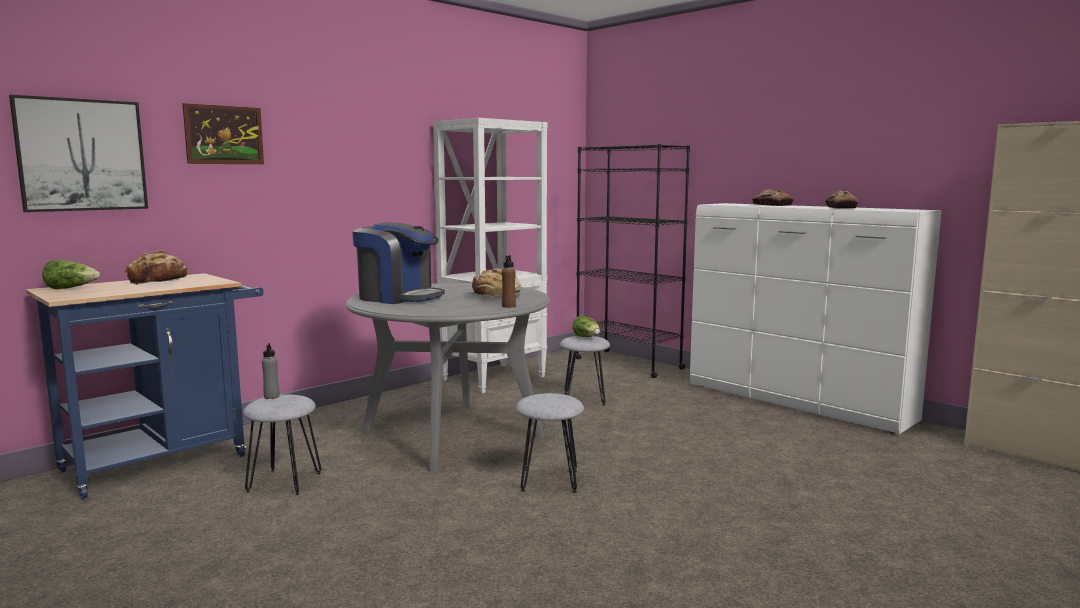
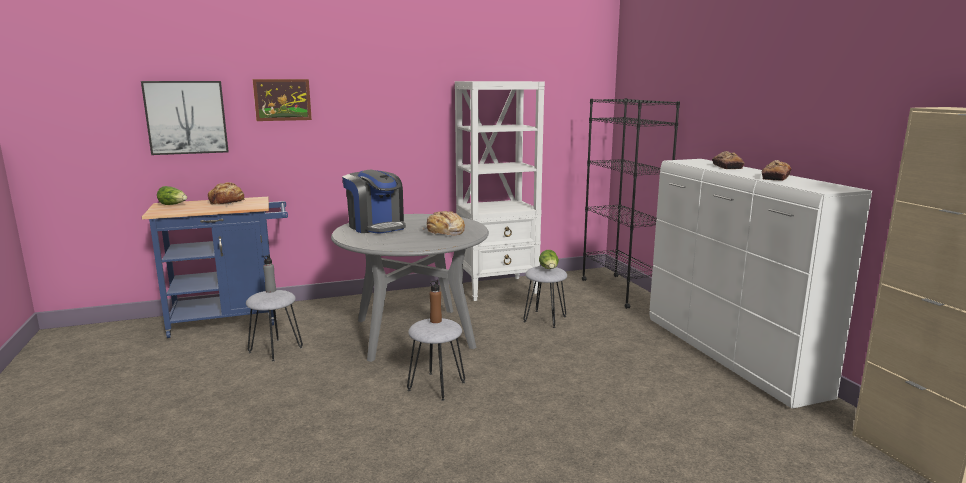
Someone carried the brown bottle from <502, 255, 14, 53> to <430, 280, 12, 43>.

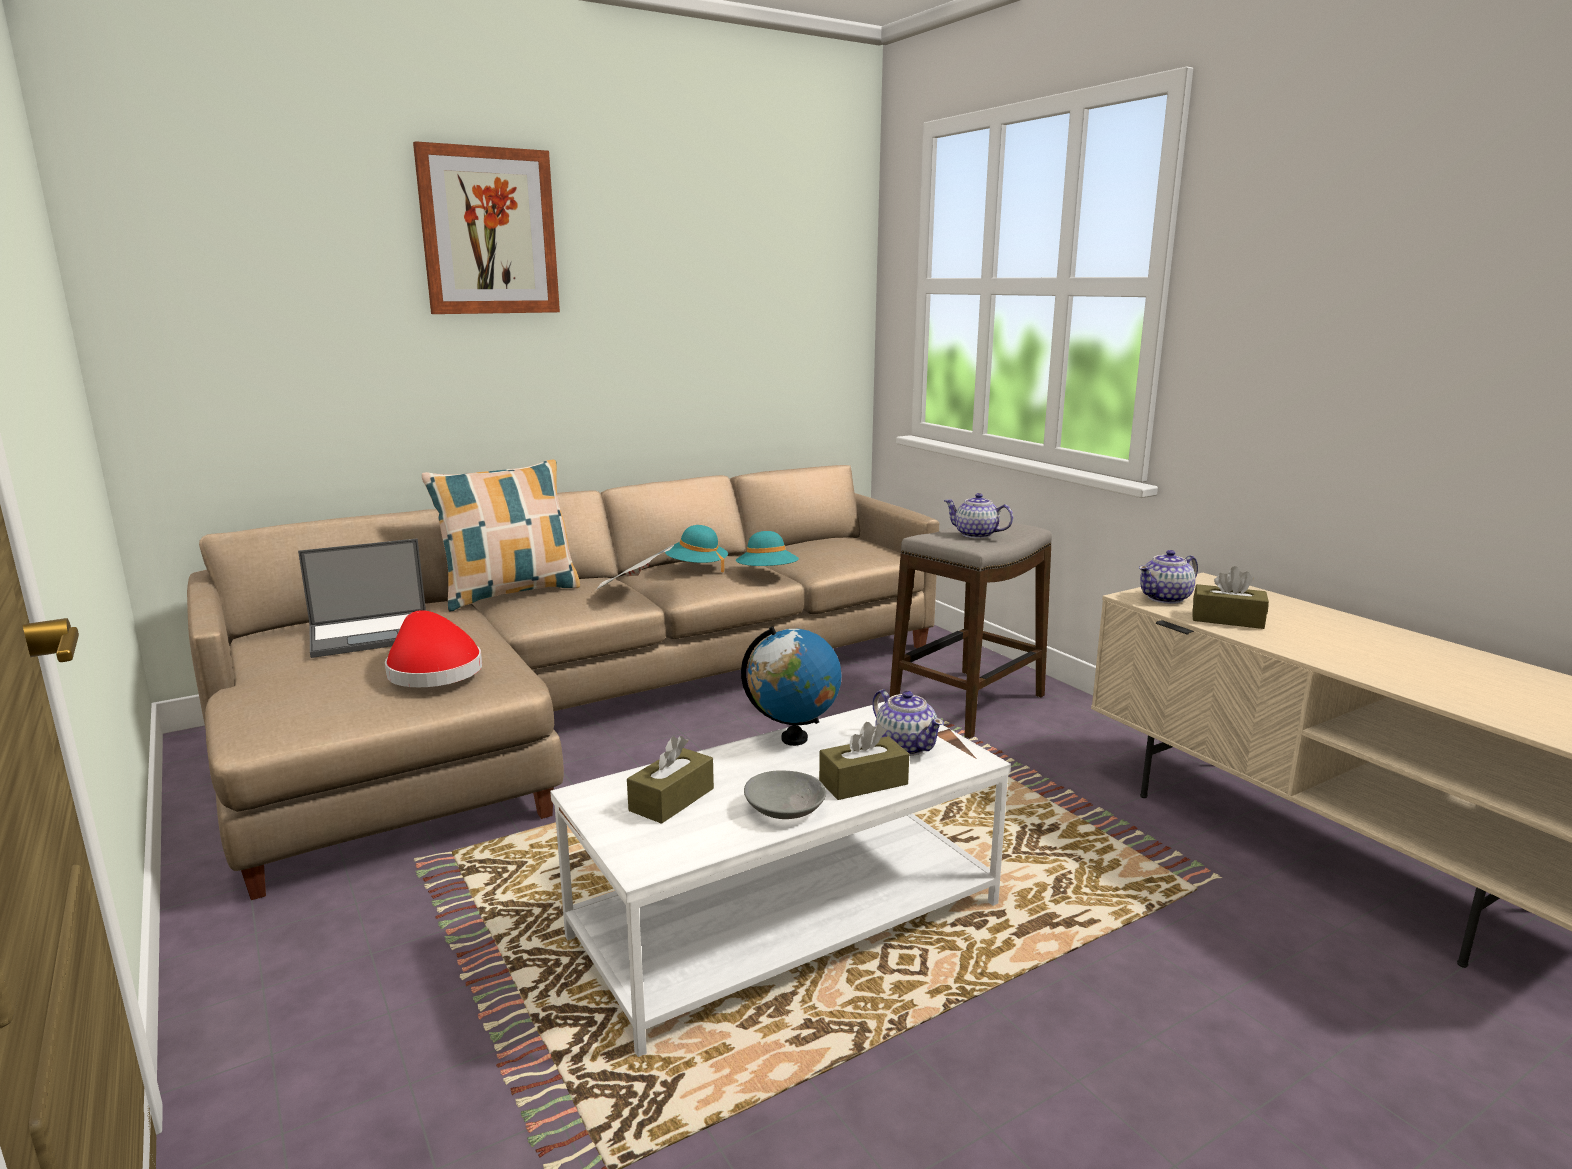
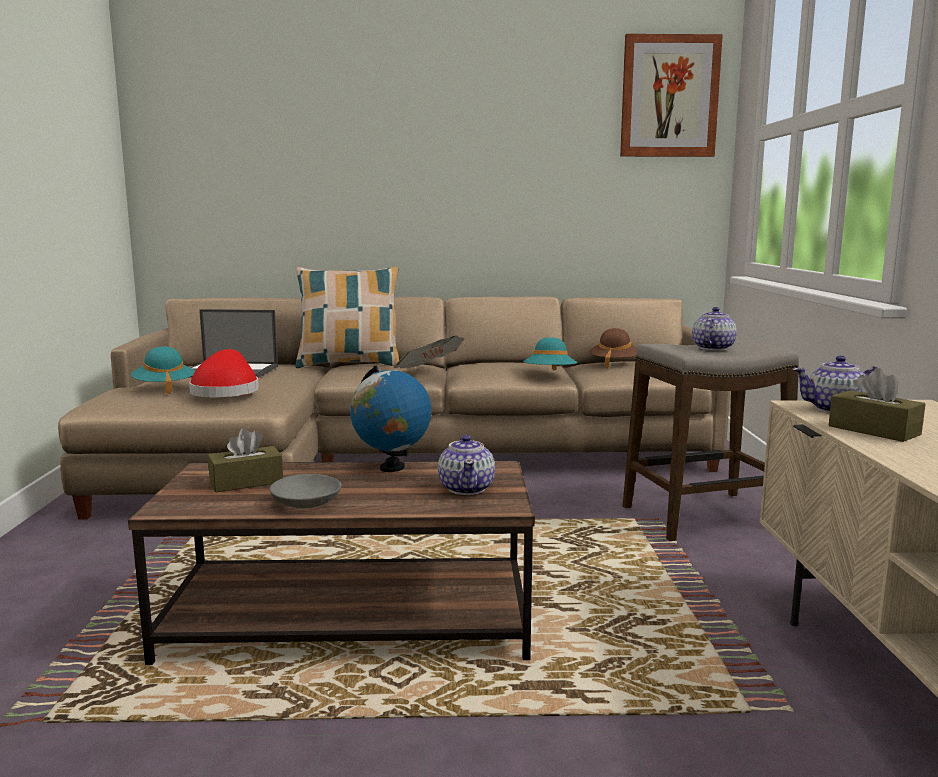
Someone repainted the white coffee table at <550, 702, 461, 355>, which became the brown coffee table at <128, 461, 407, 204>.
Someone carried the turquoise hat from <665, 525, 63, 47> to <131, 346, 64, 48>.
Someone put down the brown hat at <589, 328, 48, 41>.
Someone carried the picture from <413, 141, 147, 173> to <620, 34, 103, 123>.
Someone rotated the teapot at <944, 493, 69, 46> by 60 degrees clockwise.
Someone took away the brown tissue box at <819, 722, 90, 78>.

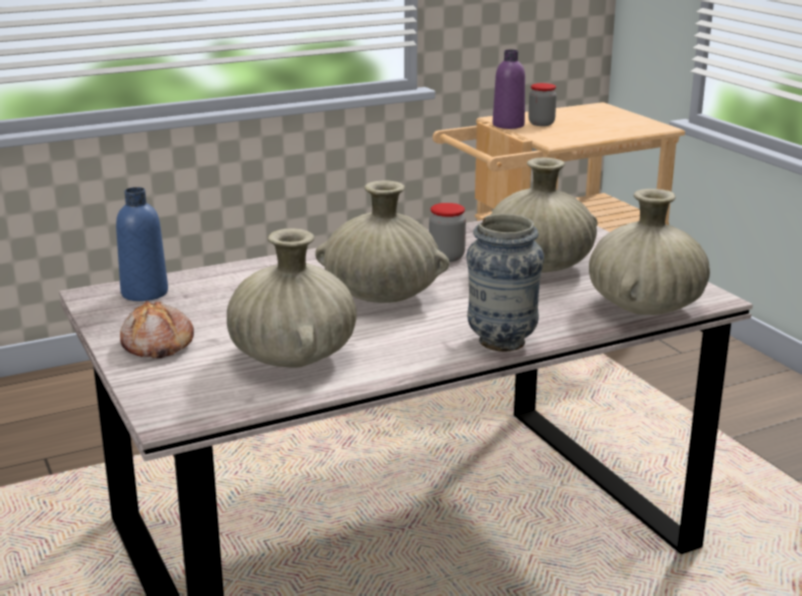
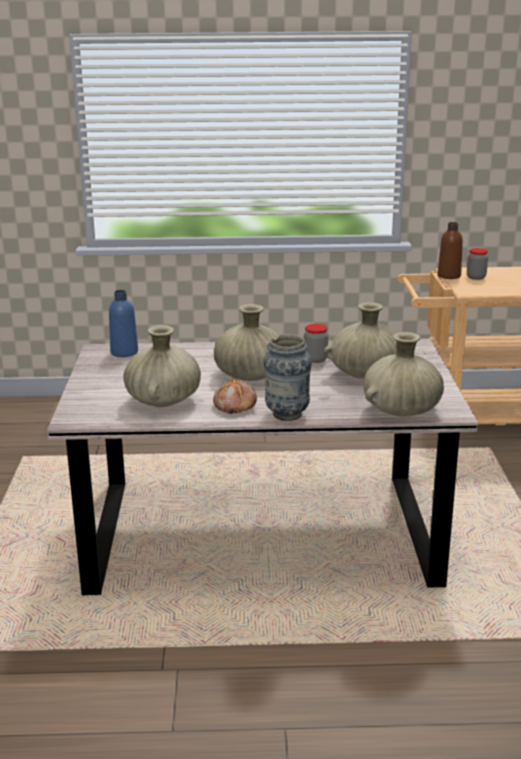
Someone carried the bread from <120, 300, 74, 58> to <213, 377, 44, 37>.
Someone repainted the purple bottle at <493, 49, 32, 80>, which became the brown bottle at <438, 222, 25, 57>.

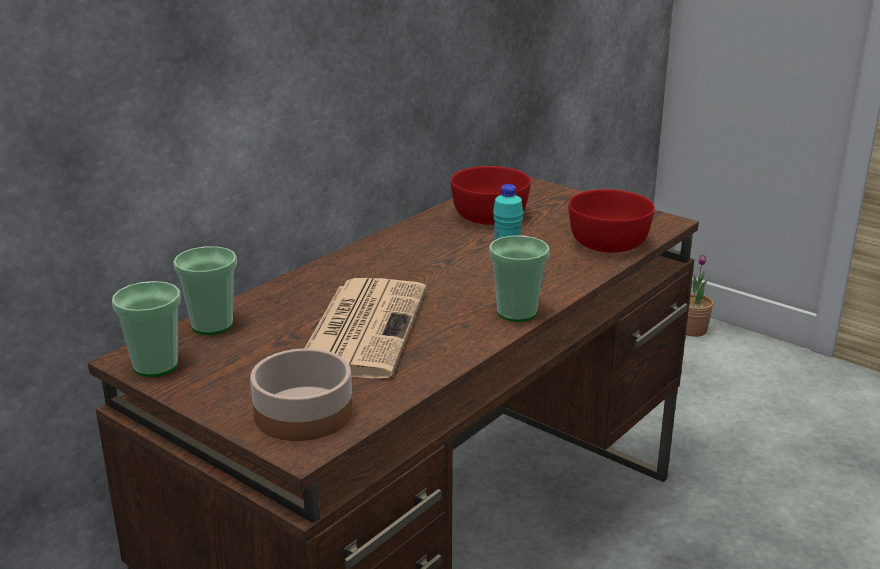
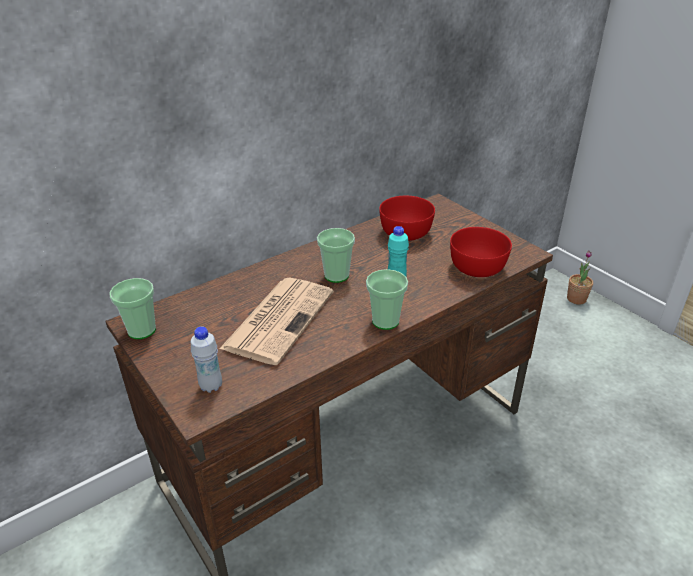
Someone swapped the bowl at <250, 348, 103, 93> for the white bottle at <191, 326, 31, 67>.
Someone carried the cup from <173, 246, 64, 89> to <317, 228, 38, 55>.

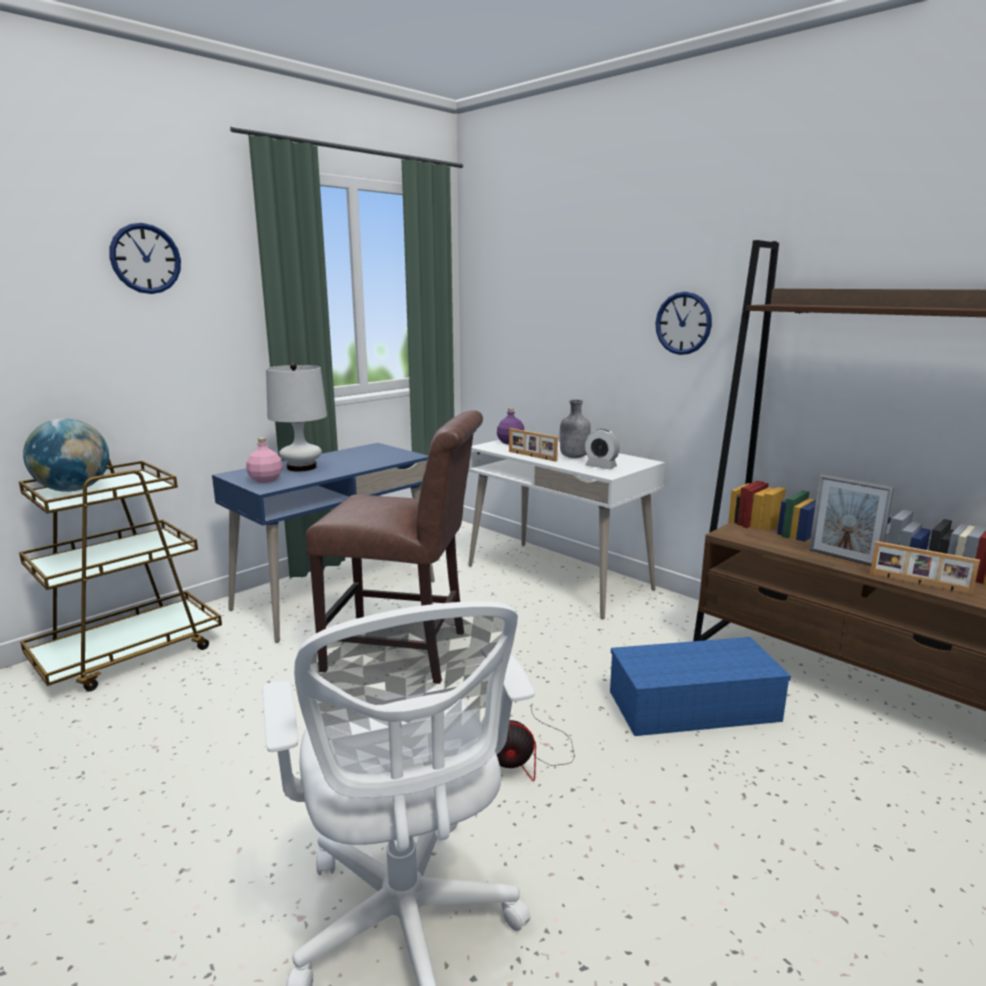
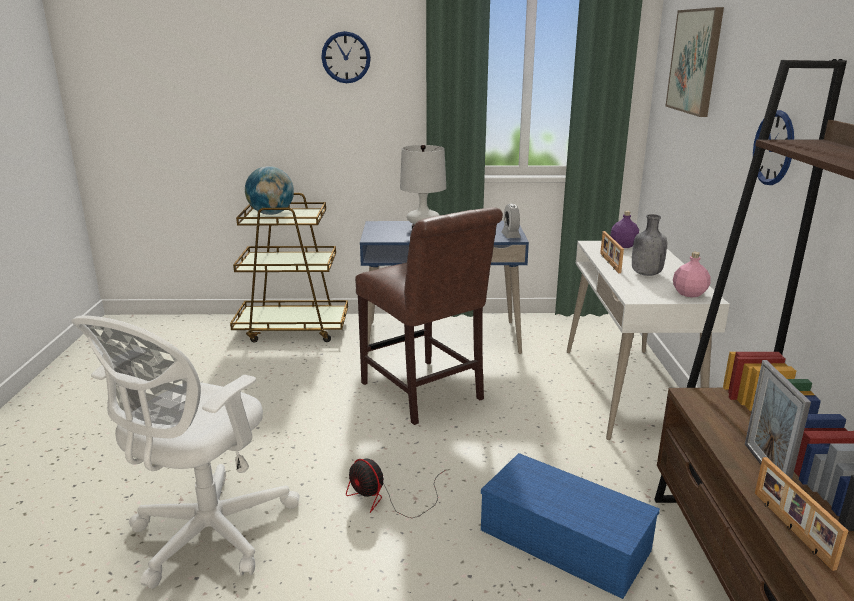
Someone carried the alarm clock from <585, 429, 35, 40> to <501, 204, 20, 34>.
Someone put up the picture at <665, 7, 59, 110>.
Someone carried the pink bottle from <246, 437, 37, 46> to <673, 252, 38, 45>.

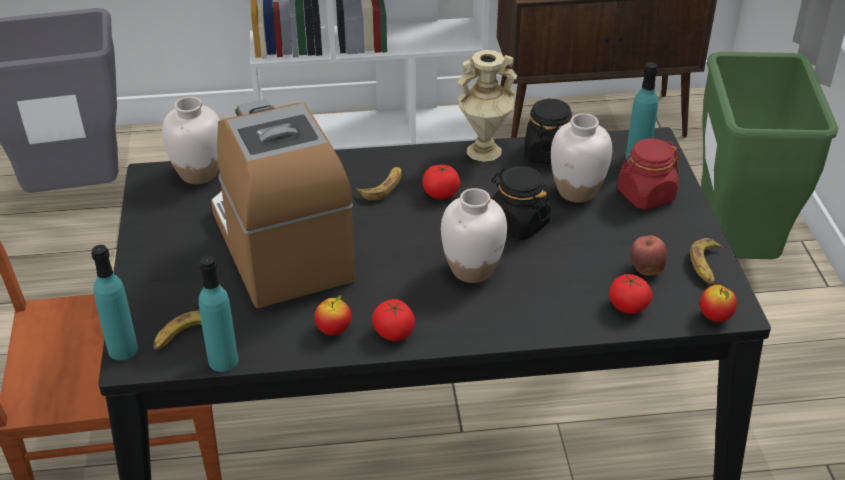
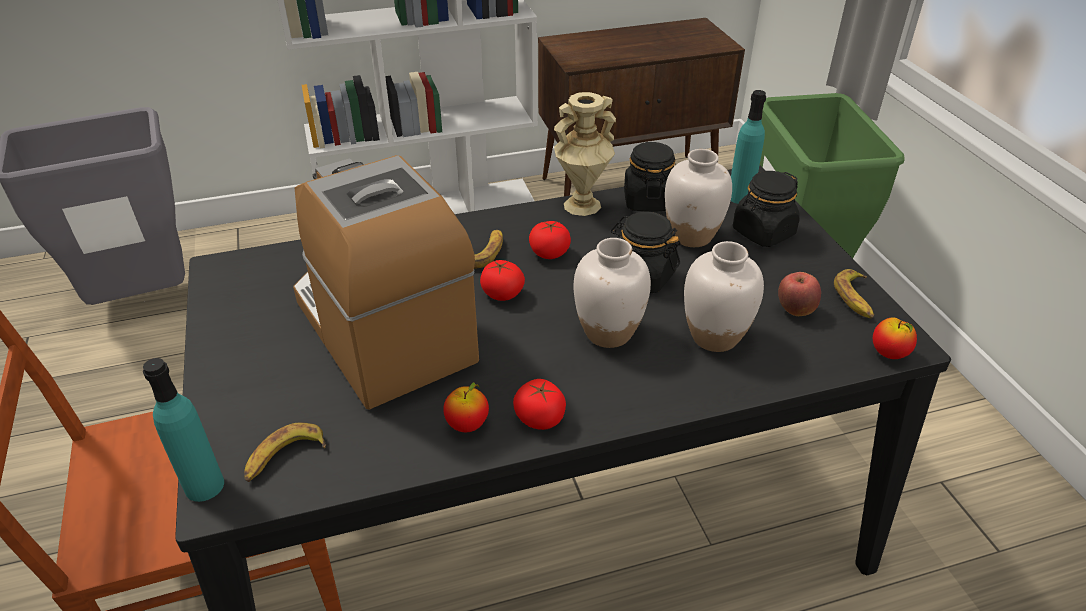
Someone carried the tomato from <609, 274, 44, 40> to <480, 260, 45, 41>.
Someone carried the white vase from <162, 97, 58, 87> to <684, 241, 80, 111>.
Someone repainted the red jar at <617, 138, 62, 72>, which became the black jar at <733, 171, 67, 76>.
Someone took away the turquoise bottle at <199, 255, 39, 117>.

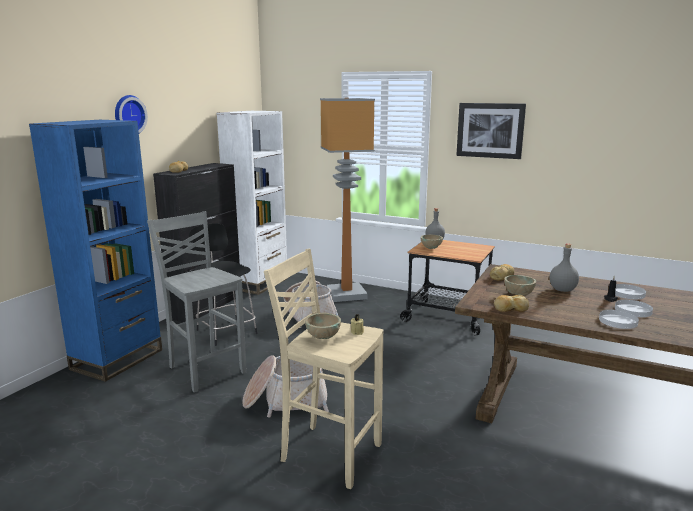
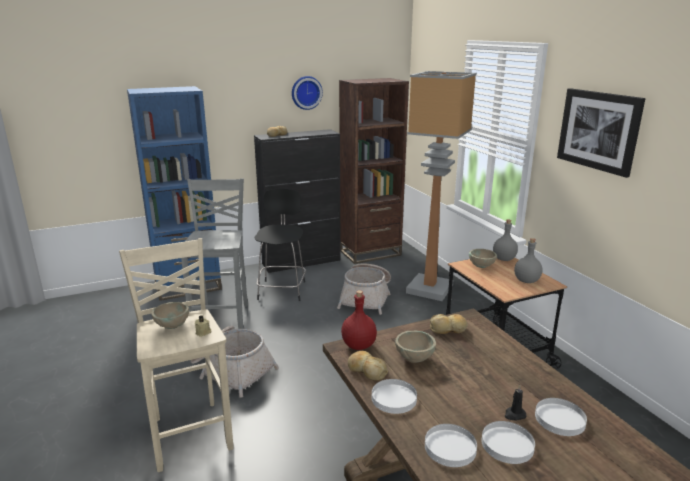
Someone carried the wall clock from <115, 95, 33, 38> to <292, 76, 31, 34>.
Someone repainted the white bookcase at <217, 111, 71, 184>, which became the brown bookcase at <339, 78, 70, 186>.
Someone put down the red bottle at <341, 290, 36, 60>.
Someone put down the white plate at <372, 379, 45, 35>.
Someone carried the grey bottle from <550, 243, 29, 49> to <514, 238, 29, 45>.

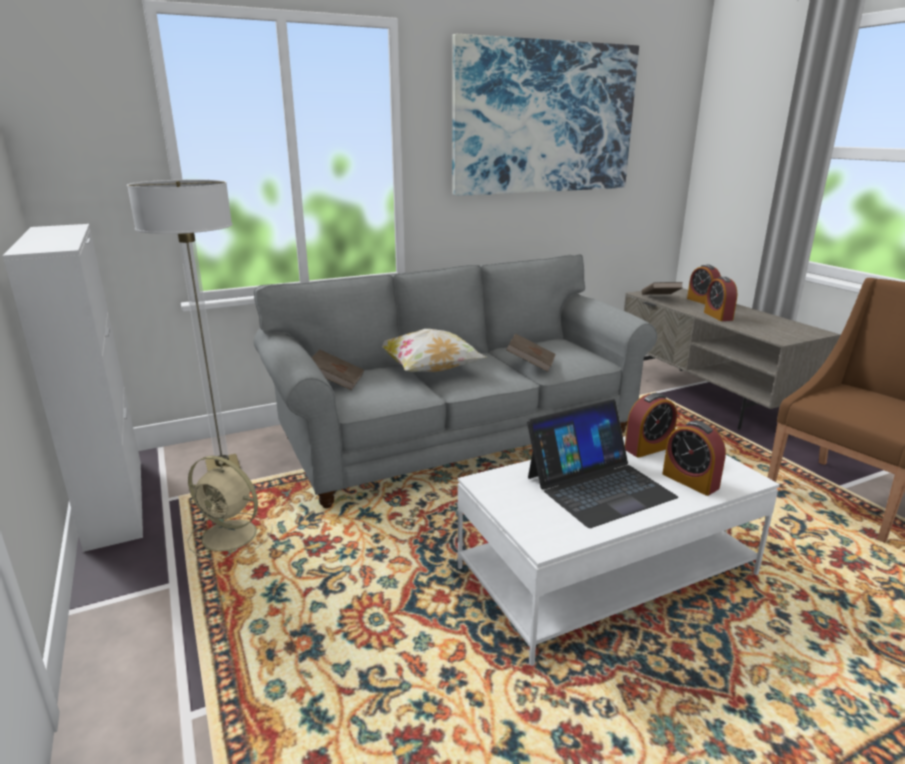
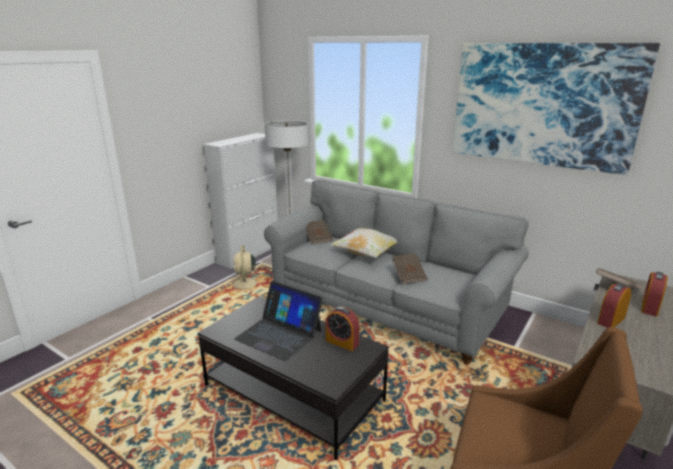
Someone repainted the white coffee table at <458, 427, 322, 239>, which became the black coffee table at <198, 296, 191, 164>.
Someone took away the alarm clock at <663, 421, 63, 75>.

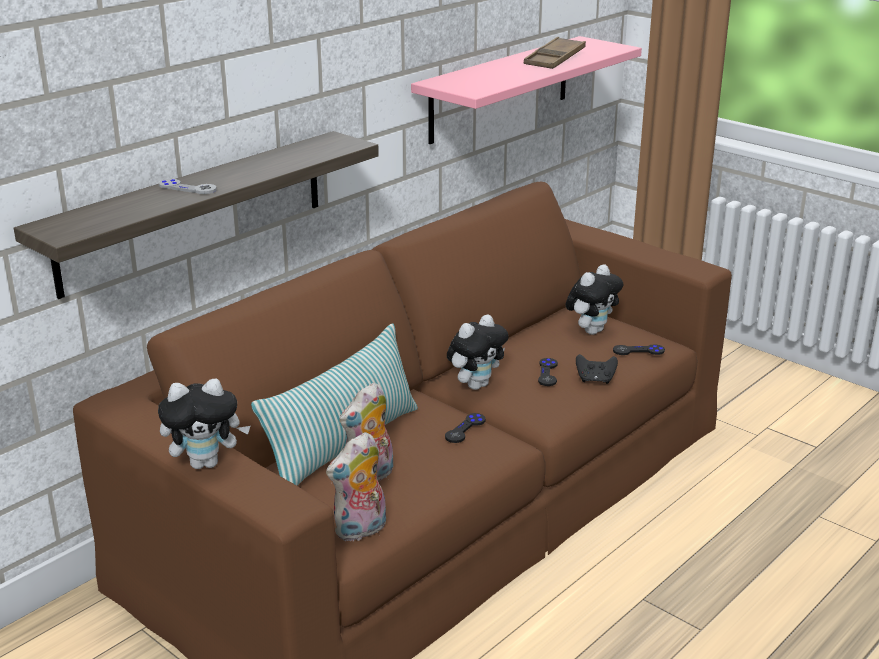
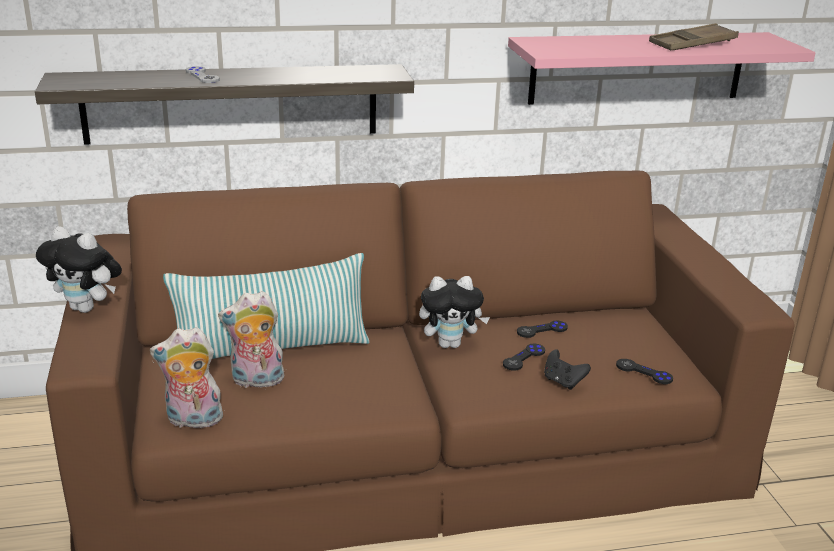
Someone carried the black game controller from <445, 413, 41, 30> to <517, 321, 51, 17>.
Someone took away the plush toy at <566, 264, 57, 71>.

